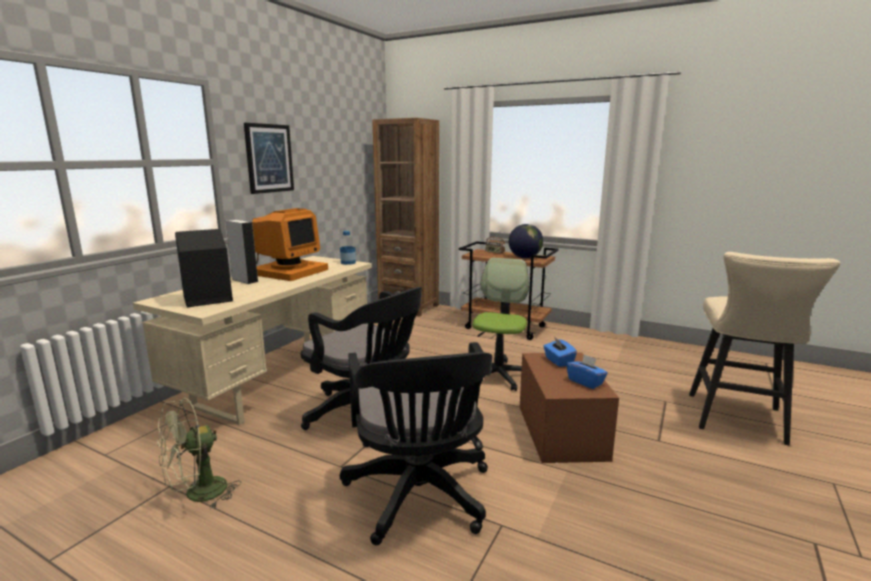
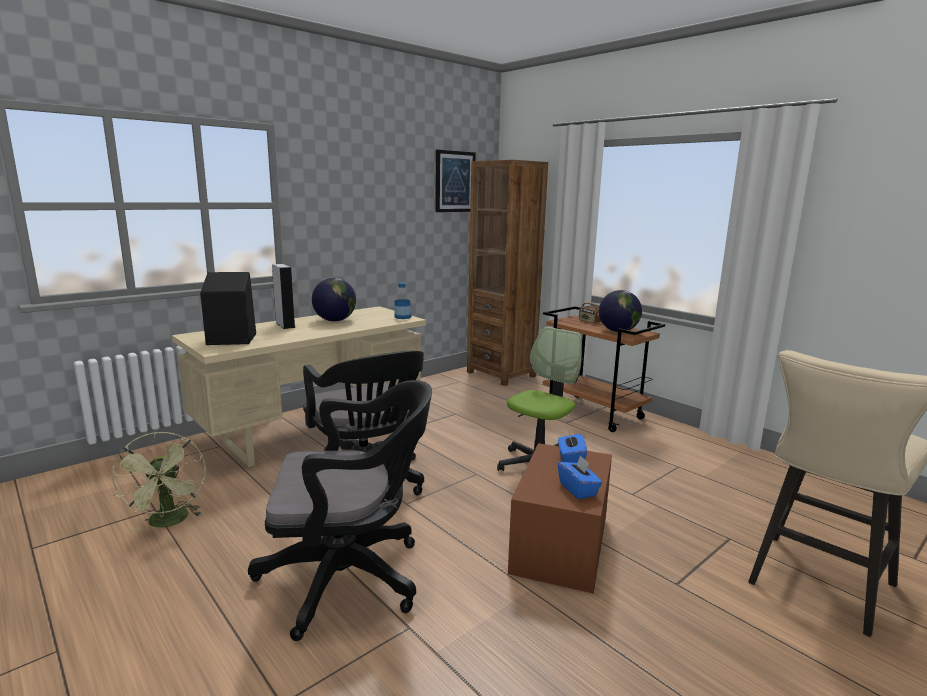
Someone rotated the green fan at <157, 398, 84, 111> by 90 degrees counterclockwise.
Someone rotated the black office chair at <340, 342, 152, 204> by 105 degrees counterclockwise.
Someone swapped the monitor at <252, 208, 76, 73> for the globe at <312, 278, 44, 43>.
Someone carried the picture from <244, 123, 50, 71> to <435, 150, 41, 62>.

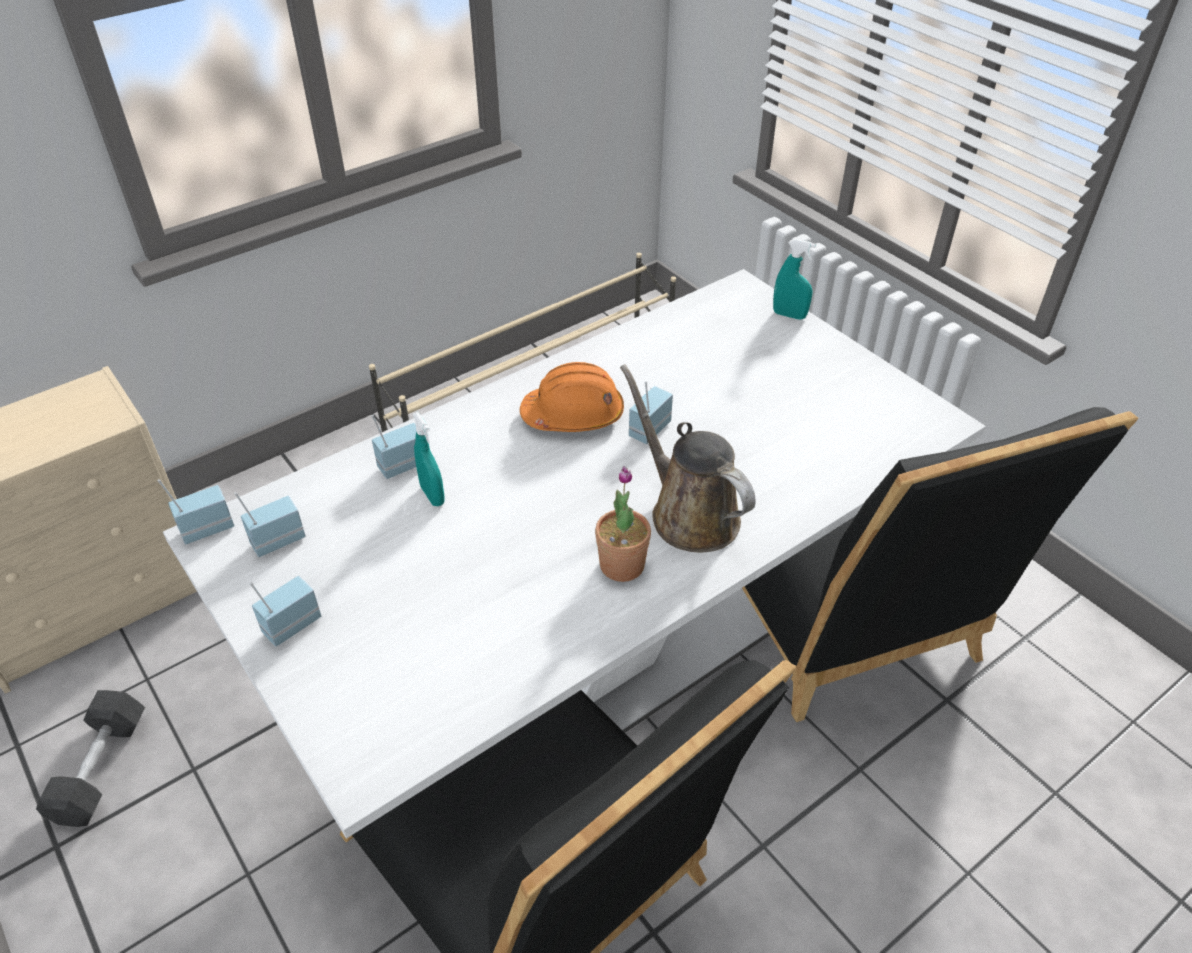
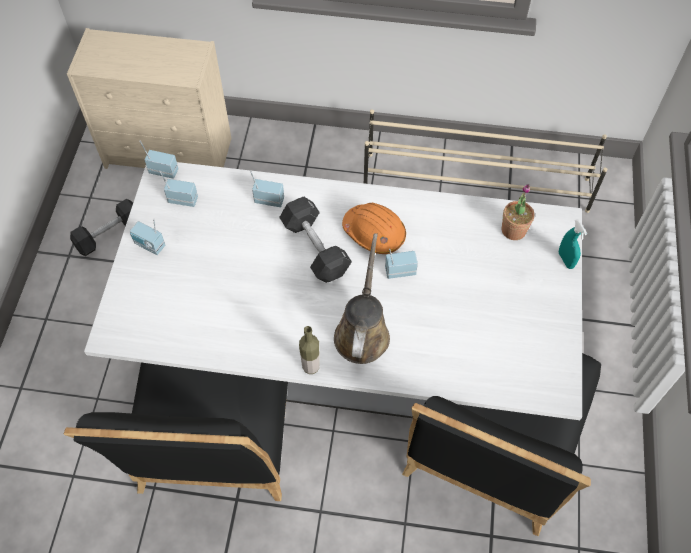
Someone rotated the radio at <250, 576, 71, 70> by 150 degrees counterclockwise.
Someone put down the black dumbbell at <279, 197, 73, 86>.
Someone put down the bottle at <299, 326, 21, 48>.
Someone carried the potted plant from <595, 466, 56, 116> to <502, 184, 32, 56>.
Someone took away the turquoise spray bottle at <413, 412, 32, 94>.

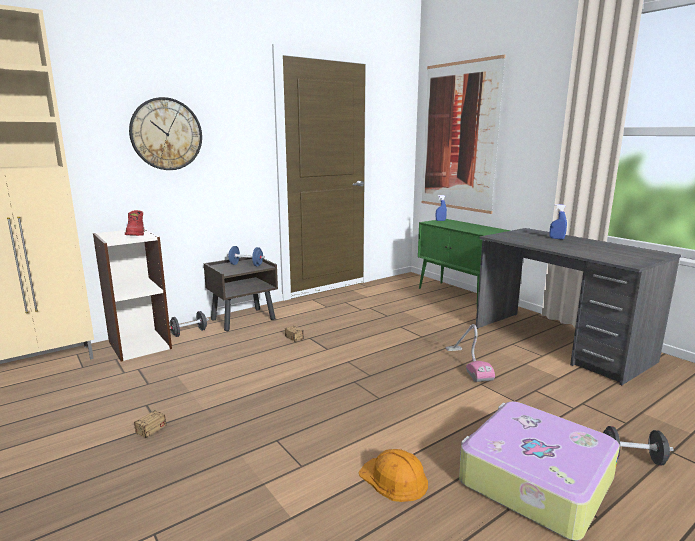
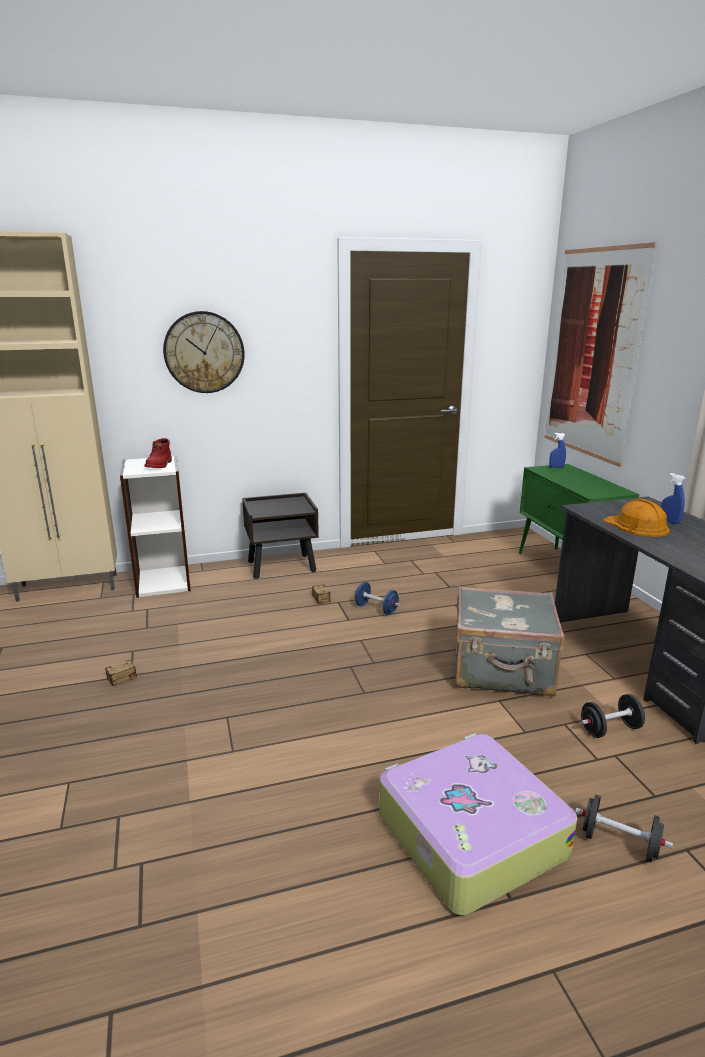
Someone carried the blue dumbbell from <227, 246, 38, 20> to <354, 582, 46, 33>.
Someone swapped the vacuum cleaner at <445, 324, 50, 58> for the grey suitcase at <455, 586, 110, 111>.
Someone carried the black dumbbell from <170, 311, 39, 26> to <581, 694, 64, 44>.
Someone carried the orange hard hat from <359, 449, 69, 53> to <604, 498, 66, 39>.

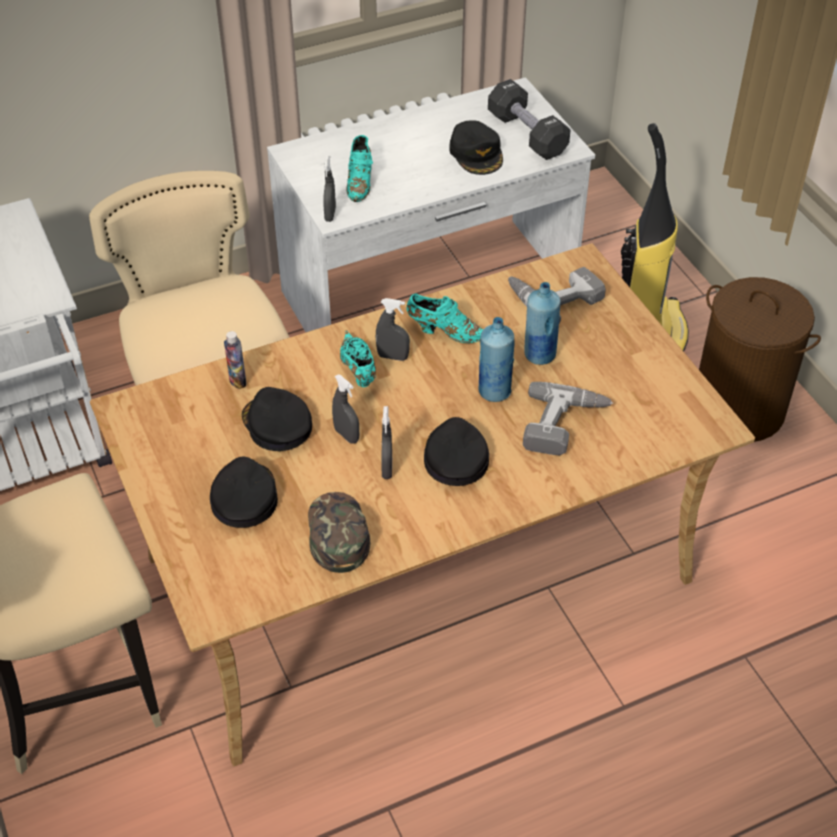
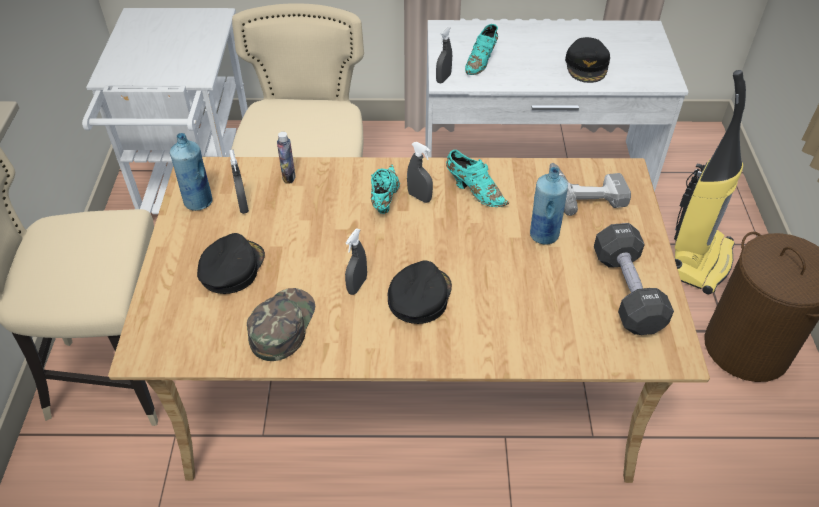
Someone carried the blue bottle from <479, 317, 36, 85> to <170, 133, 42, 78>.
Someone carried the grey spray bottle from <332, 374, 27, 70> to <229, 149, 20, 65>.
Someone carried the black dumbbell from <488, 79, 83, 81> to <594, 223, 80, 112>.
Someone took away the black cap at <242, 387, 70, 64>.
Someone took away the power drill at <523, 382, 90, 74>.

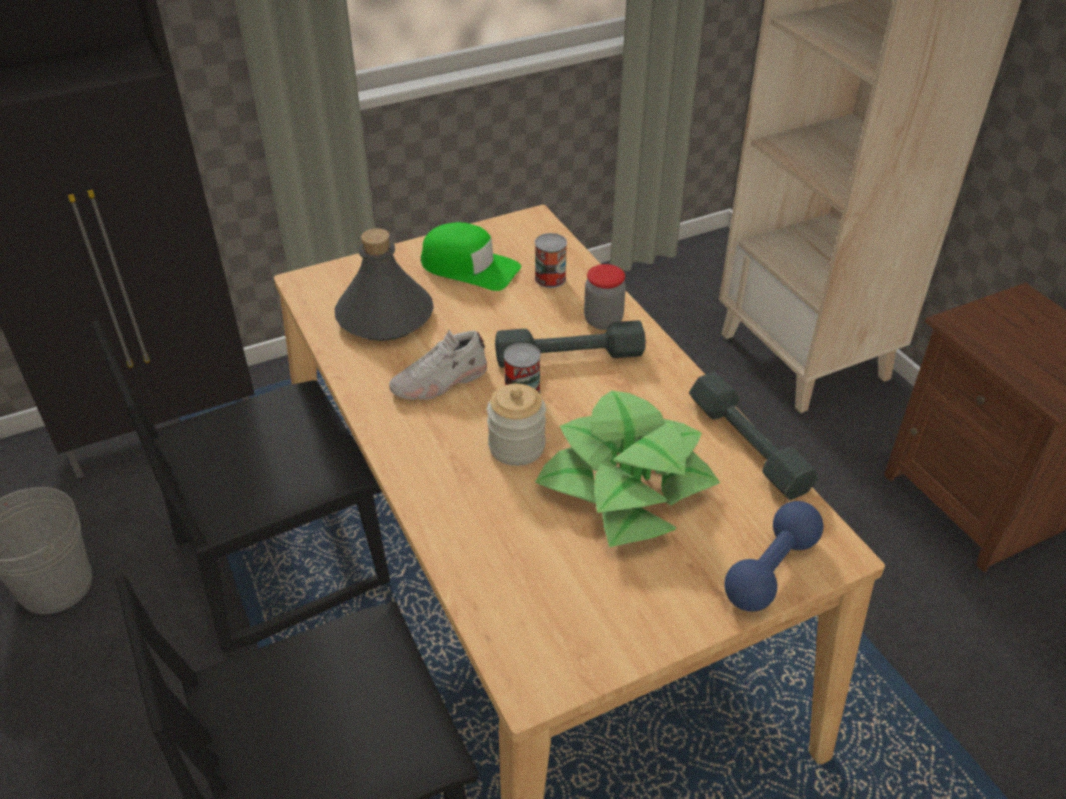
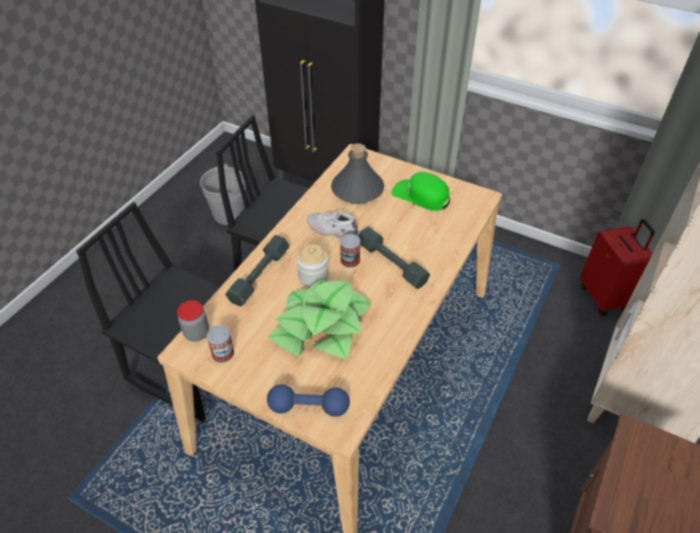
Someone carried the jar from <584, 264, 42, 66> to <177, 300, 32, 41>.
Someone carried the can from <535, 233, 32, 55> to <206, 325, 28, 38>.
Someone carried the grey dumbbell from <689, 371, 130, 129> to <225, 235, 65, 72>.
Someone rotated the green cap at <421, 222, 100, 69> by 135 degrees clockwise.
Someone put down the red suitcase at <580, 219, 75, 97>.

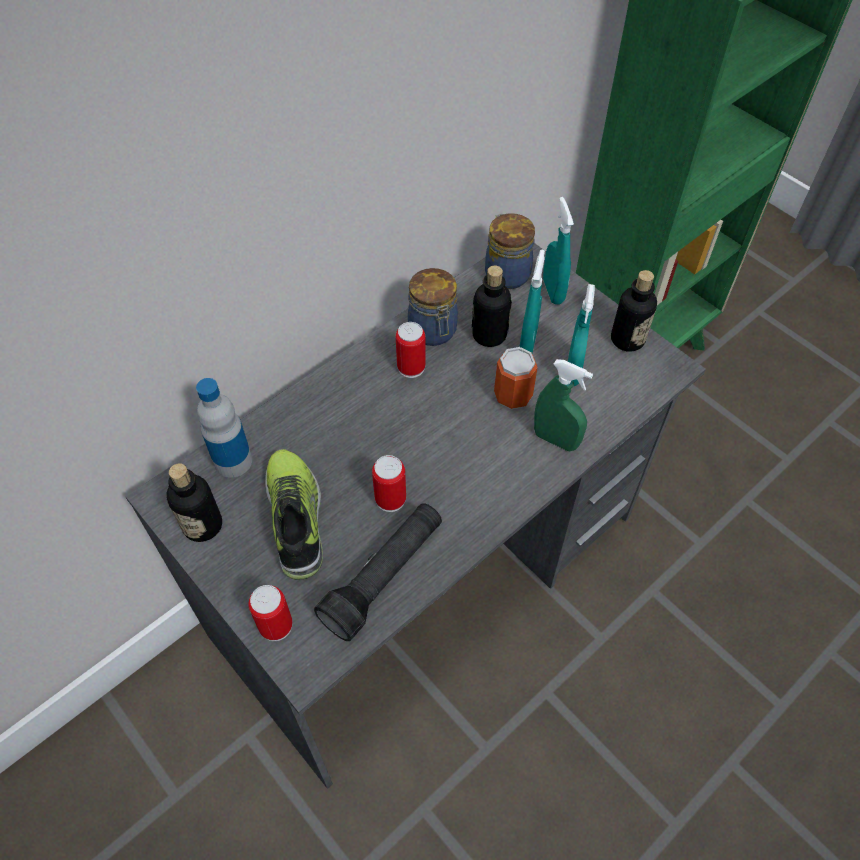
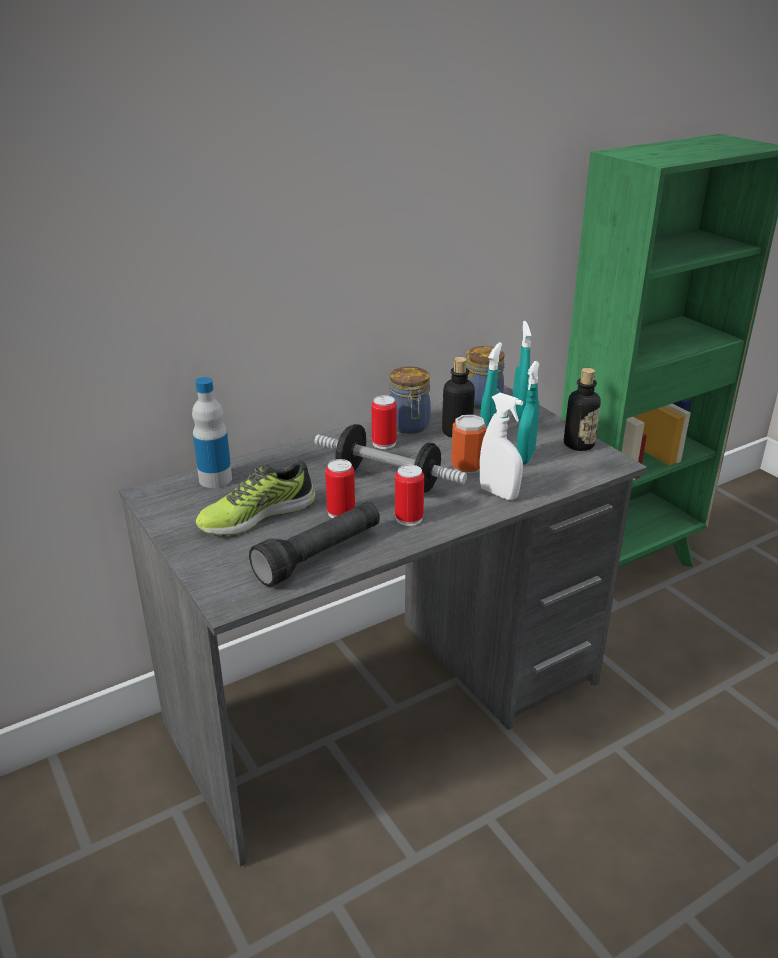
Someone rotated the shoe at <265, 449, 58, 131> by 120 degrees counterclockwise.
Someone put down the dumbbell at <314, 424, 153, 69>.
Someone carried the can from <248, 585, 45, 56> to <395, 465, 29, 61>.
Someone repainted the green spray bottle at <534, 359, 59, 92>, which became the white spray bottle at <480, 393, 43, 107>.
Someone took away the bottle at <166, 463, 56, 79>.

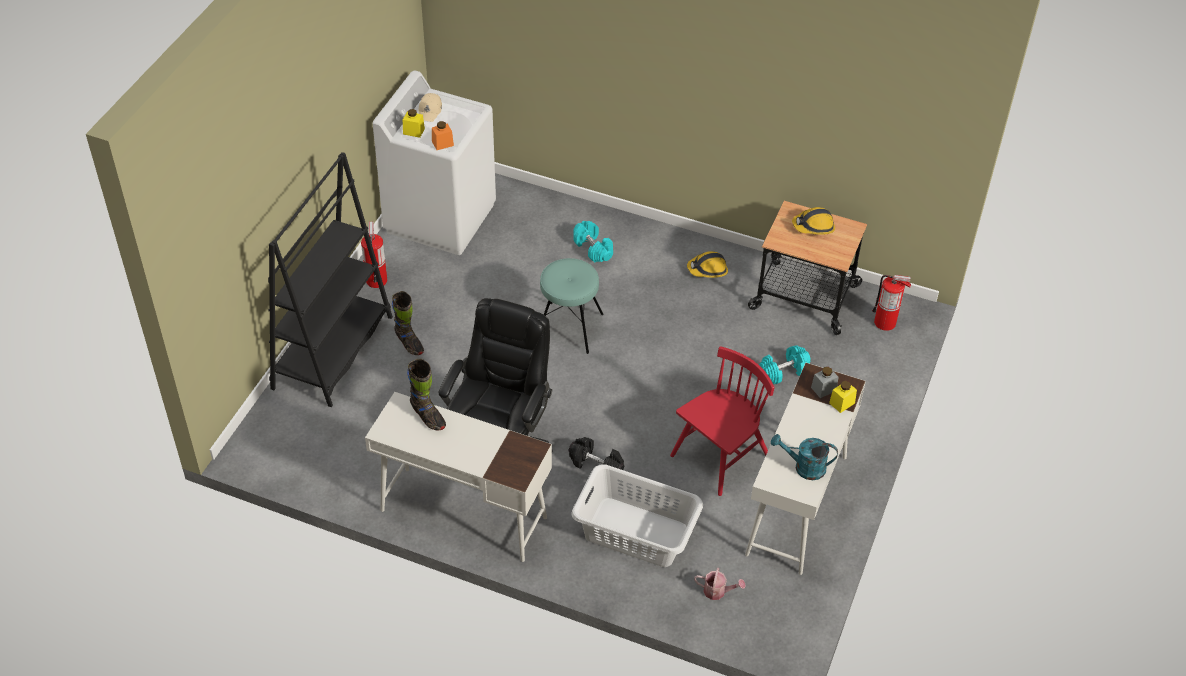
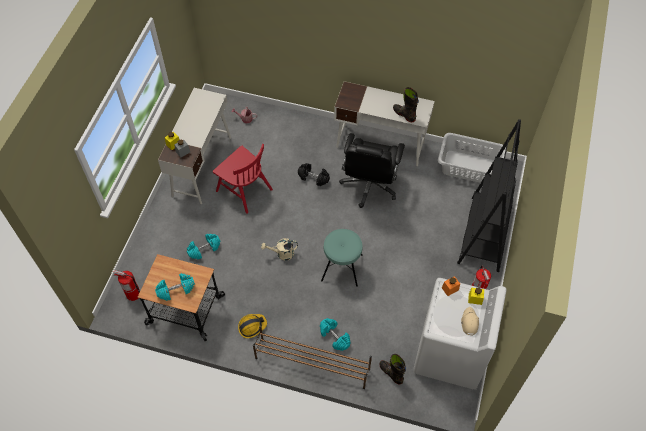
Someone swapped the hard hat at <792, 207, 43, 28> for the turquoise dumbbell at <155, 273, 40, 28>.
Someone rotated the red chair at <670, 346, 104, 150> by 90 degrees counterclockwise.
Someone put down the brown shoe rack at <253, 326, 119, 63>.
Someone put down the beige watering can at <261, 238, 37, 23>.
Someone carried the black boot from <392, 291, 32, 64> to <379, 354, 27, 30>.
Someone carried the grey laundry basket from <571, 465, 132, 102> to <438, 133, 69, 50>.
Someone took away the turquoise watering can at <771, 434, 67, 46>.

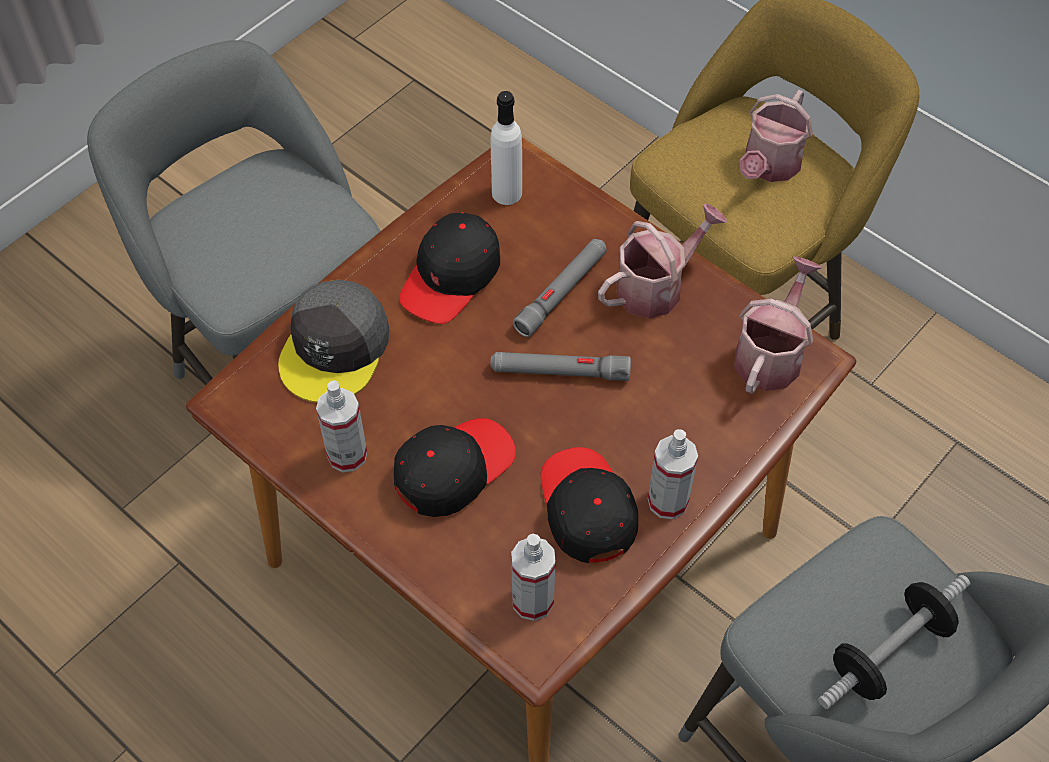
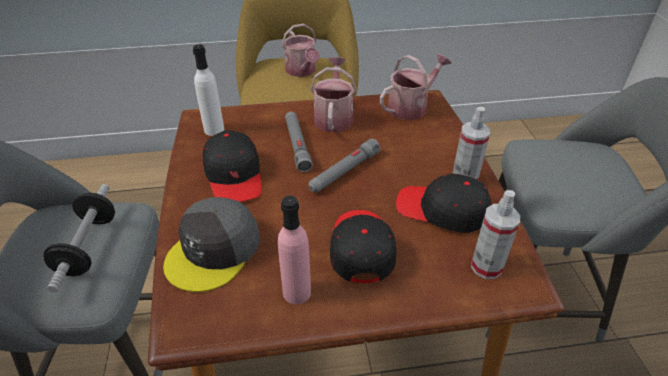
Someone carried the dumbbell from <818, 575, 152, 134> to <44, 184, 71, 108>.
Someone rotated the grey cap at <278, 280, 111, 123> by 60 degrees clockwise.
Someone swapped the spray bottle at <316, 380, 51, 92> for the pink bottle at <278, 196, 33, 108>.
Someone rotated the watering can at <734, 256, 88, 138> by 75 degrees clockwise.

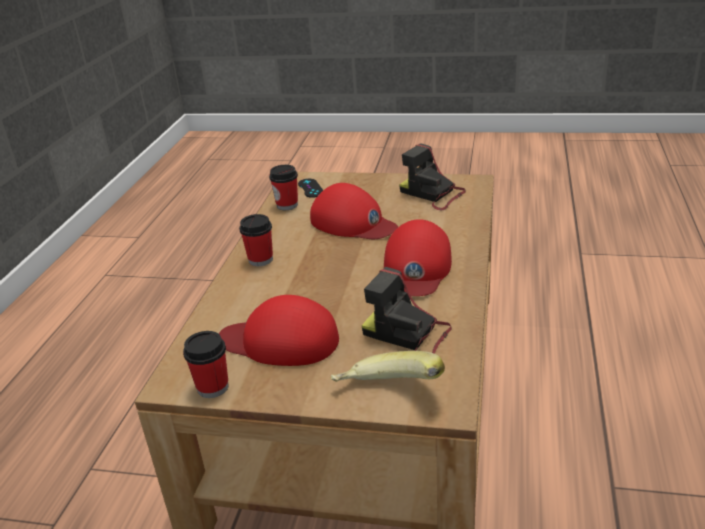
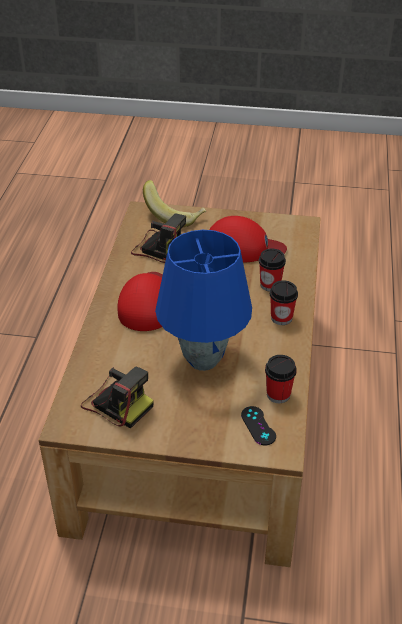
Someone swapped the red cap at <310, 183, 88, 56> for the blue table lamp at <155, 230, 97, 141>.
Someone carried the cup from <183, 331, 46, 67> to <259, 249, 27, 43>.

